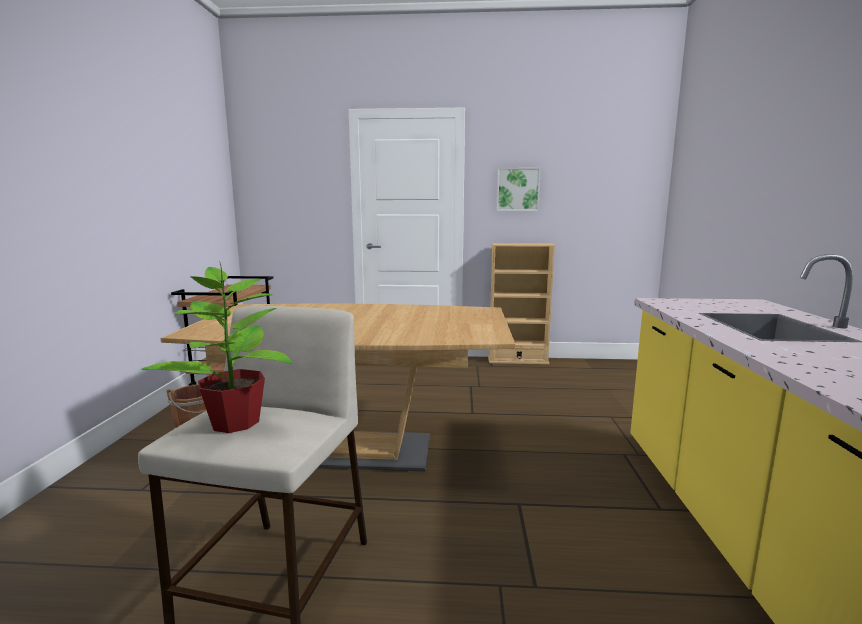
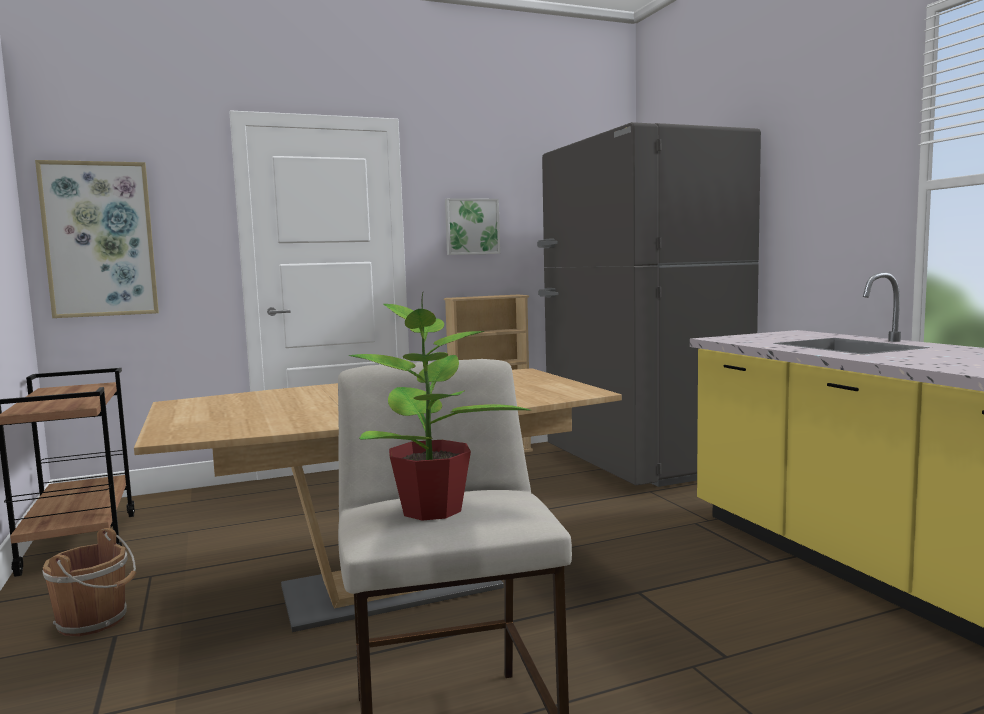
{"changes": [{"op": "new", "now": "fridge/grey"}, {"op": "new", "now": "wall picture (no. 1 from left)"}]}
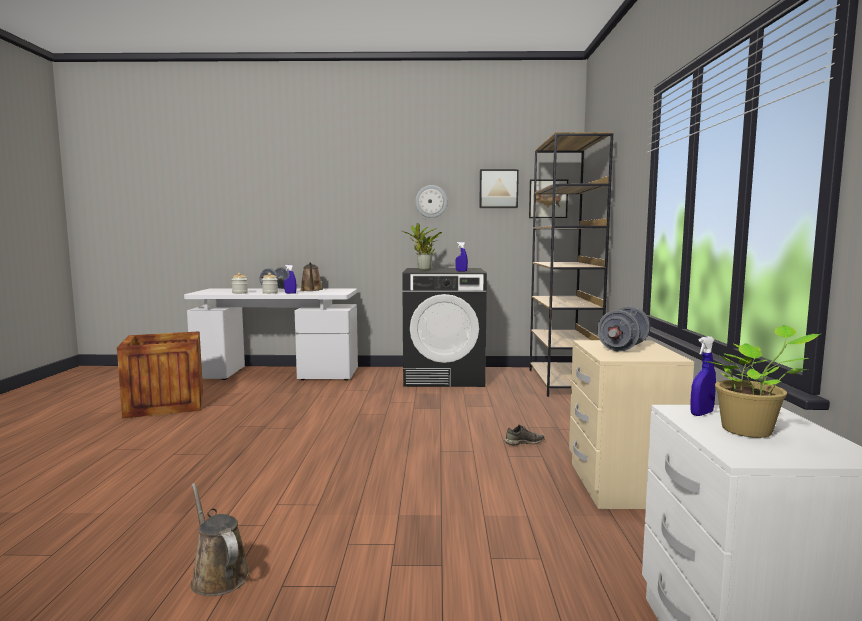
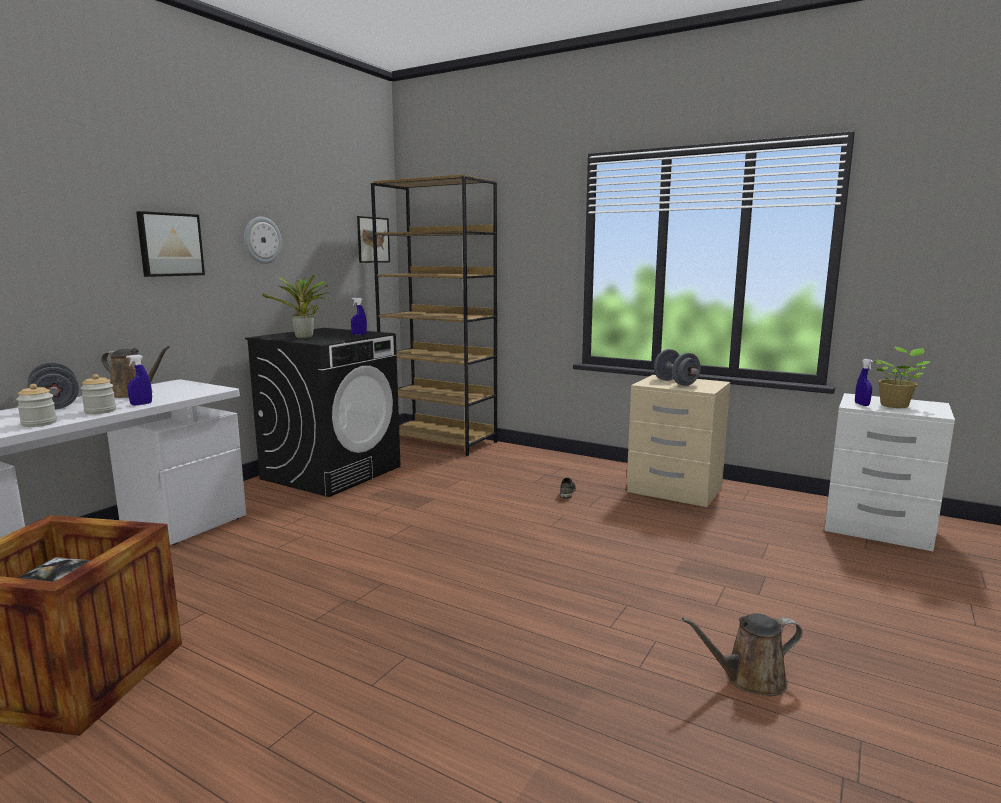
{"changes": [{"op": "shifted", "was": "wall picture (no. 1 from left)"}]}
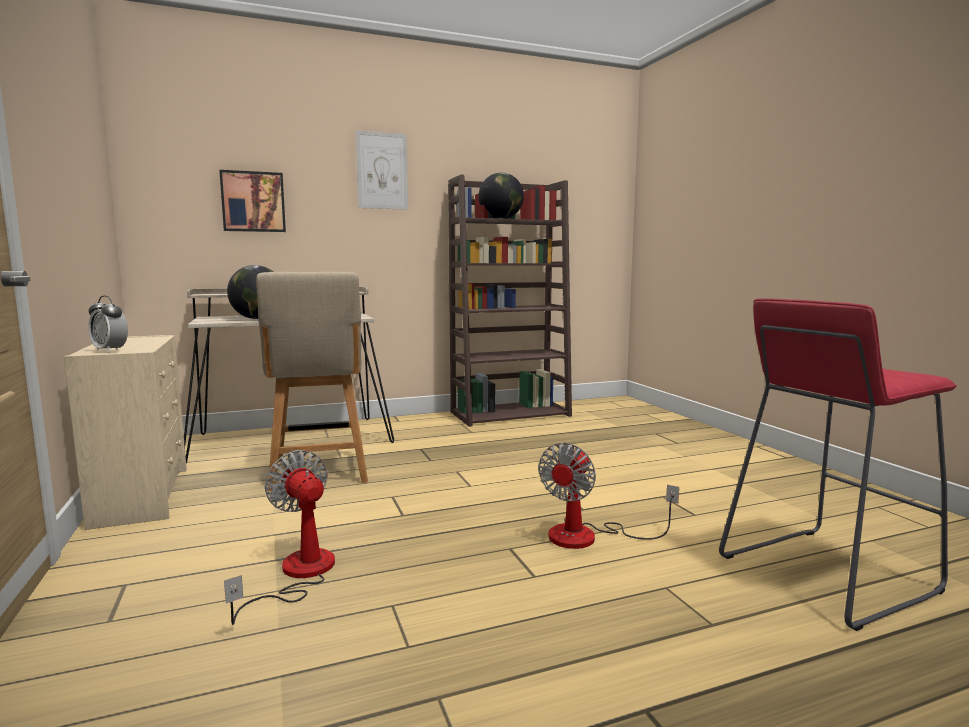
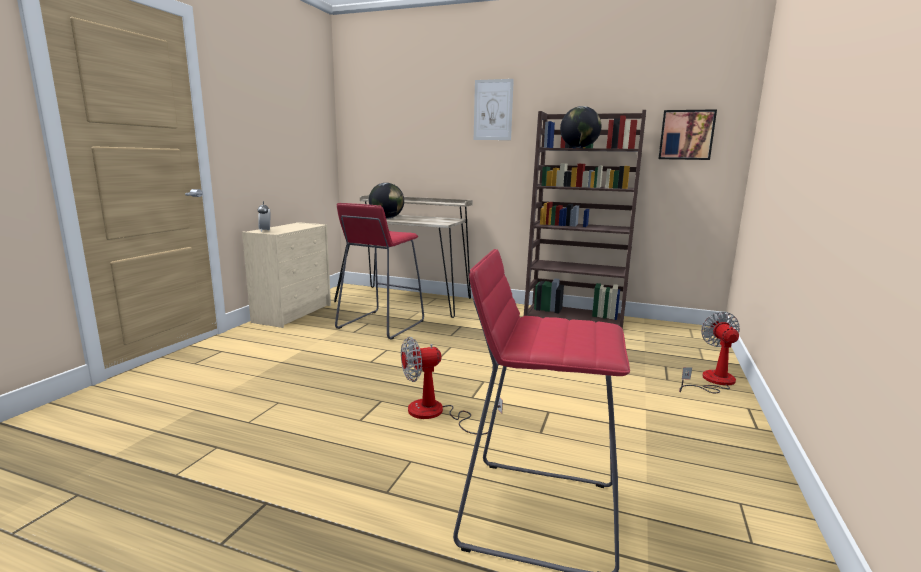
{"changes": [{"op": "shifted", "was": "wall picture (no. 1 from left in the first image)", "now": "wall picture (no. 2 from left)"}, {"op": "swapped", "was": "plain chair/sand-coloured", "now": "stool/reddish (no. 1 from left)"}, {"op": "shifted", "was": "cooling fan (no. 1 from left in the first image)", "now": "cooling fan (no. 2 from left)"}]}
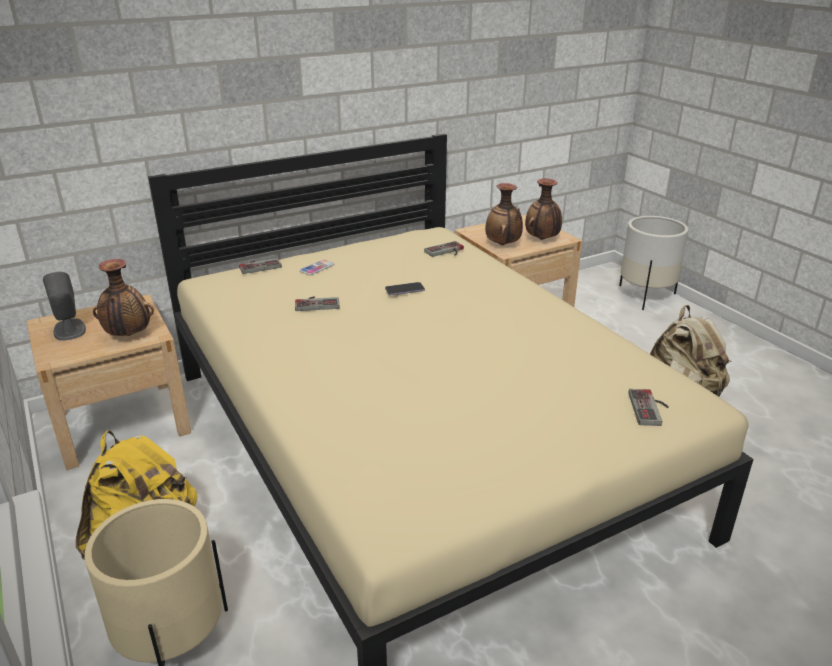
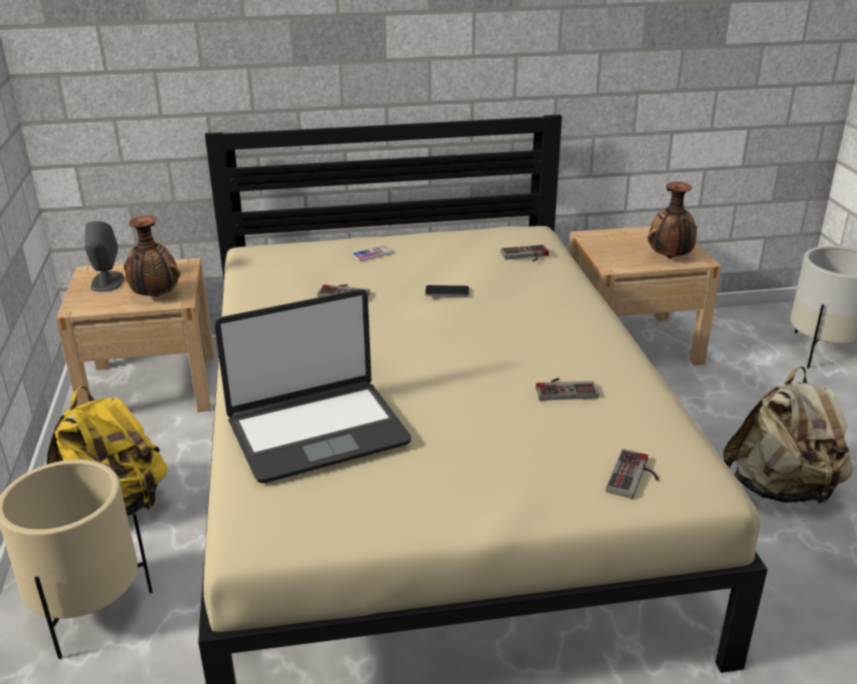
{"changes": [{"op": "gone", "was": "flower vase (no. 2 from left)"}, {"op": "shifted", "was": "game controller (no. 1 from left in the first image)", "now": "game controller (no. 3 from left)"}, {"op": "new", "now": "laptop"}]}
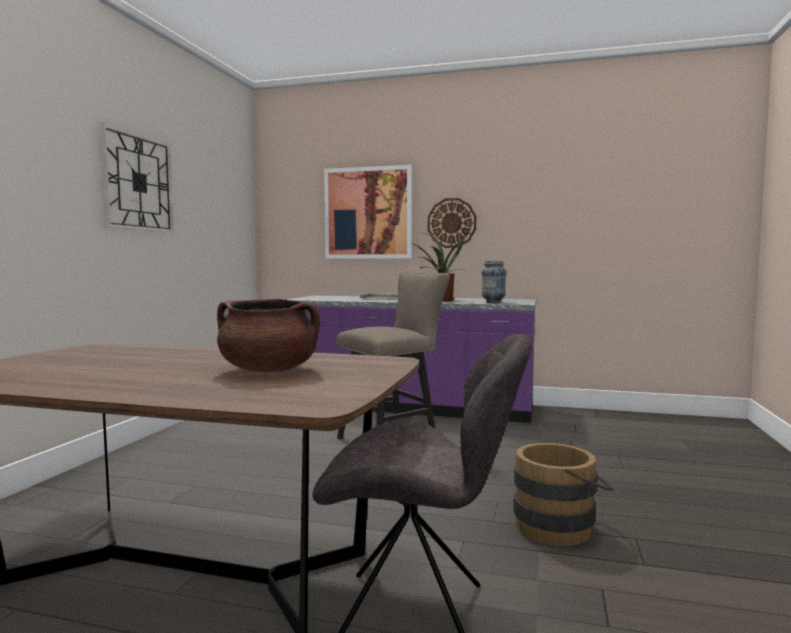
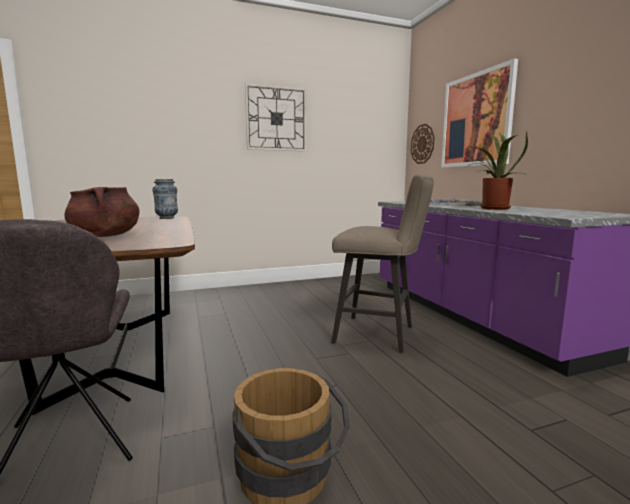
{"changes": [{"op": "shifted", "was": "wall clock (no. 2 from left)"}, {"op": "shifted", "was": "flower vase"}]}
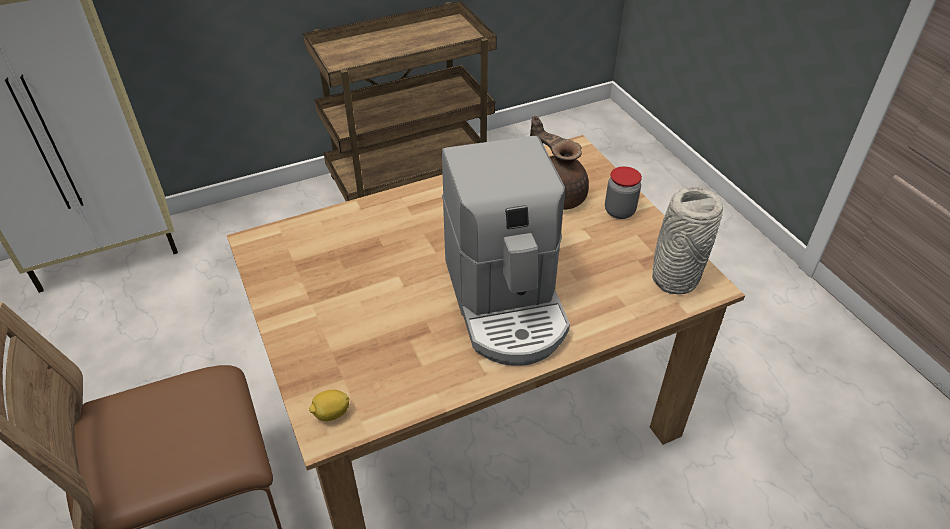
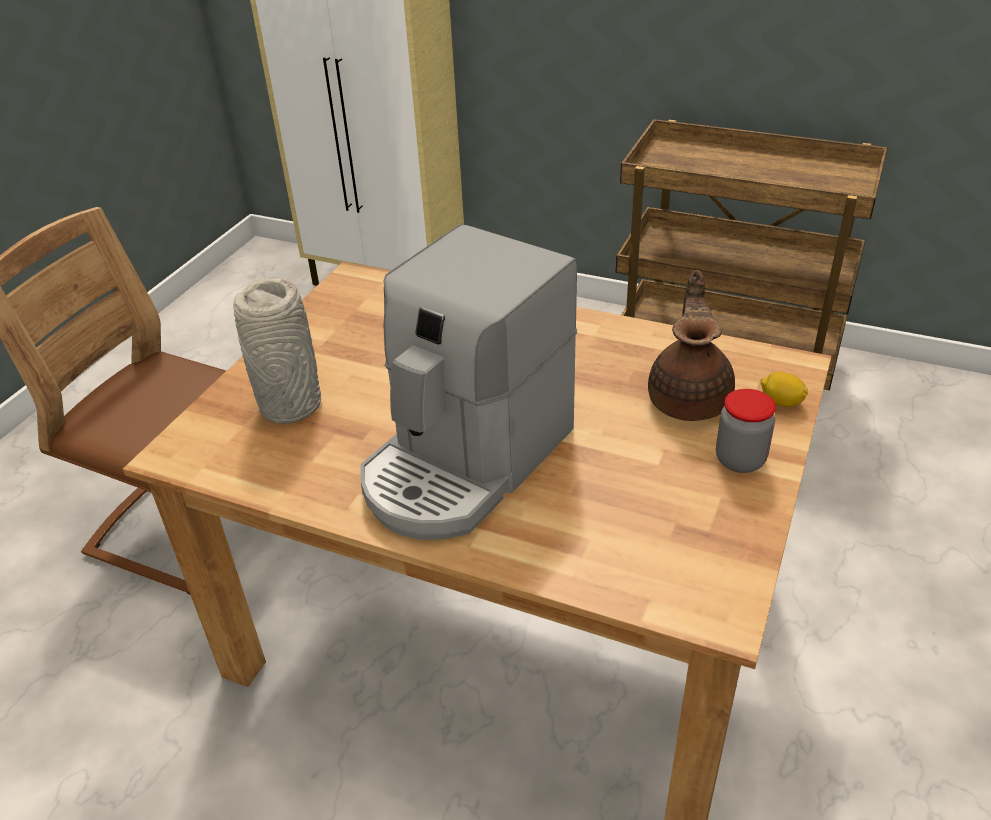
{"changes": [{"op": "shifted", "was": "flower vase/grey"}, {"op": "shifted", "was": "whole lemon"}]}
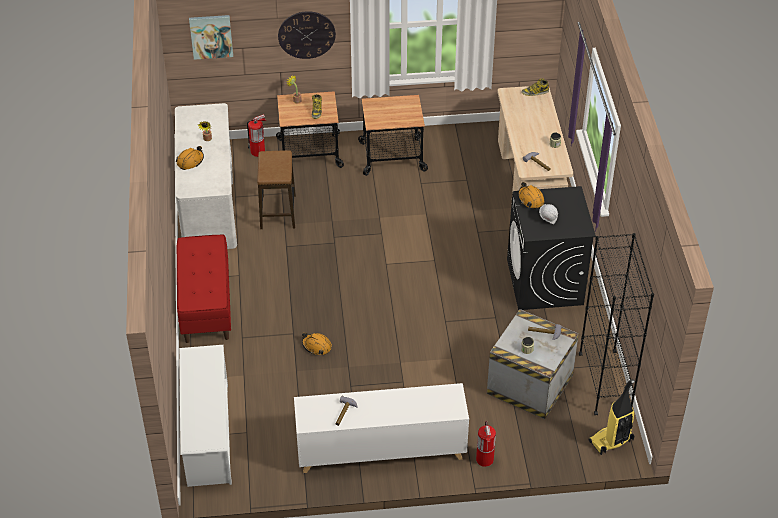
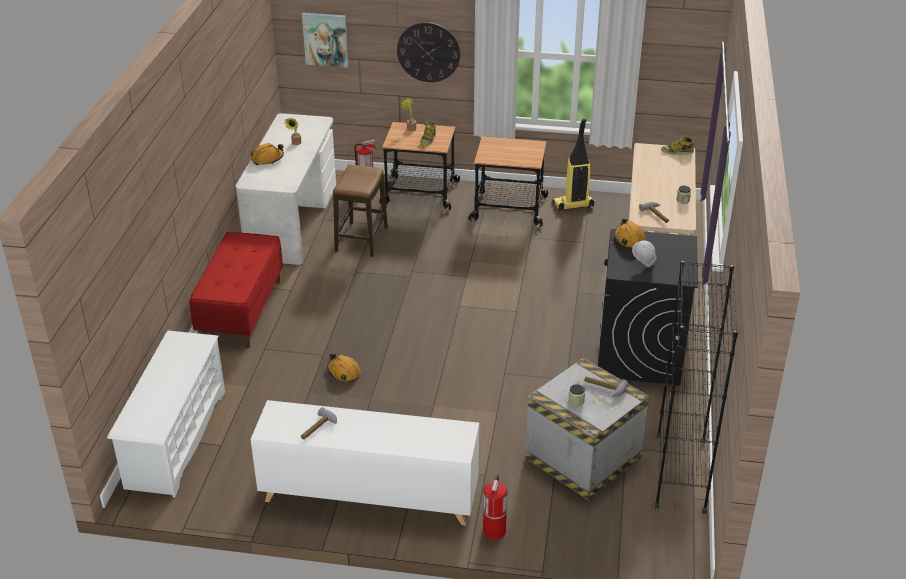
{"changes": [{"op": "shifted", "was": "vacuum cleaner"}]}
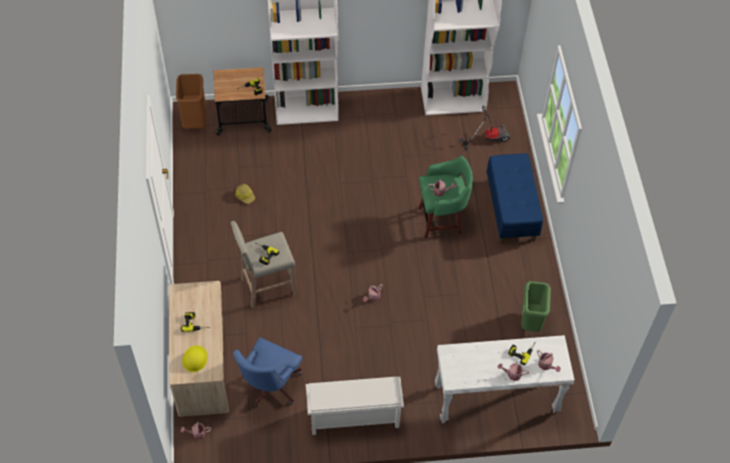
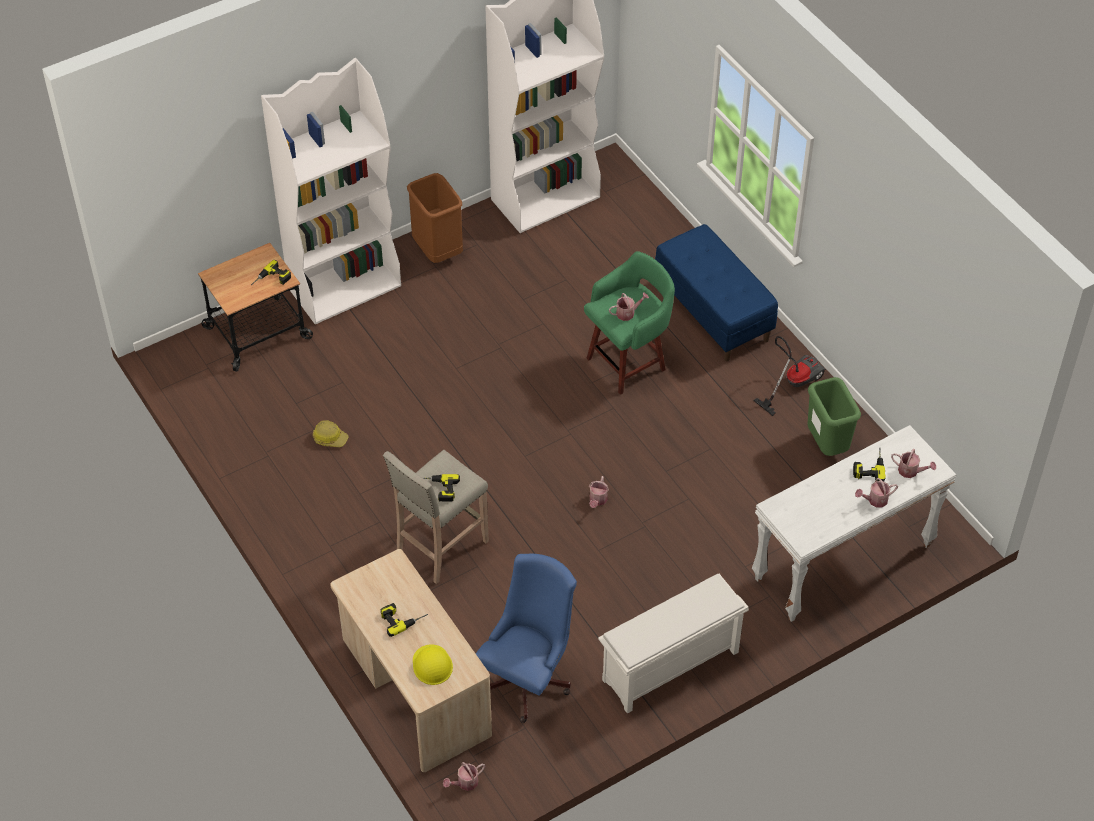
{"changes": [{"op": "shifted", "was": "waste bin/brown"}, {"op": "shifted", "was": "vacuum cleaner"}, {"op": "rotated", "was": "office chair/blue-coloured", "clockwise": -150}]}
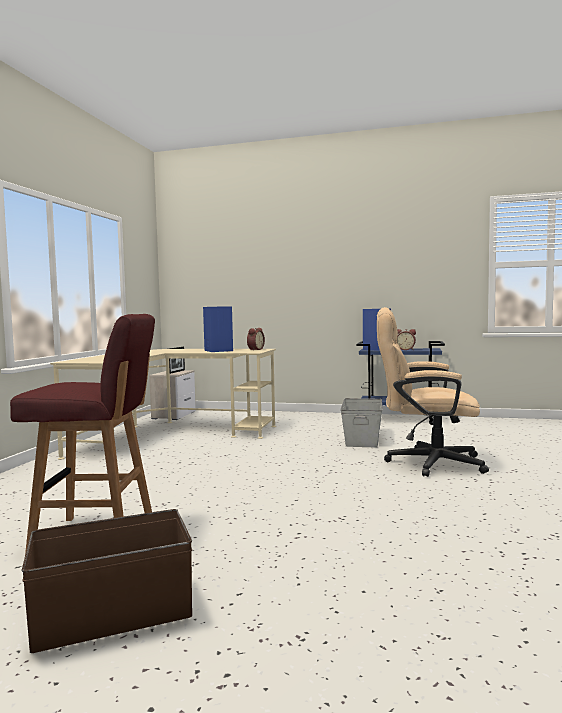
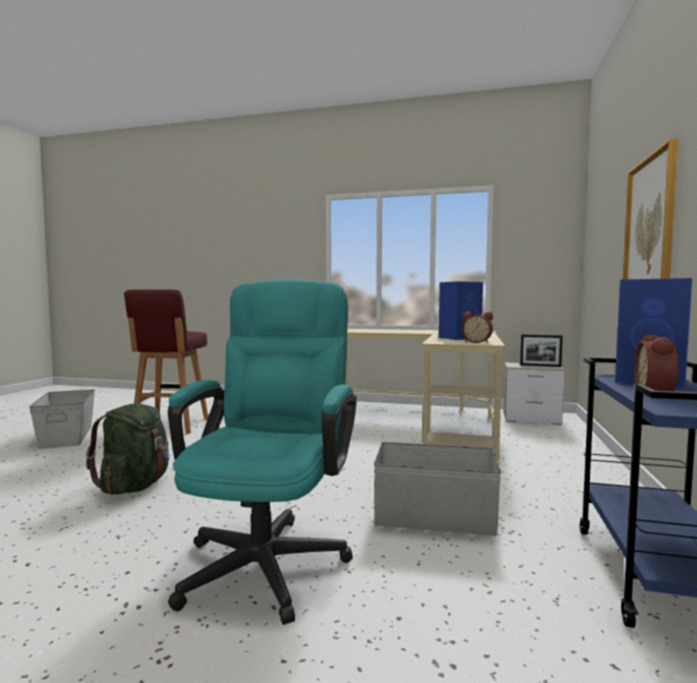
{"changes": [{"op": "repainted", "was": "office chair/sand-coloured", "now": "office chair/turquoise-coloured"}, {"op": "repainted", "was": "storage box/brown", "now": "storage box/grey (no. 1 from left)"}, {"op": "new", "now": "wall picture"}, {"op": "new", "now": "backpack/green-coloured"}]}
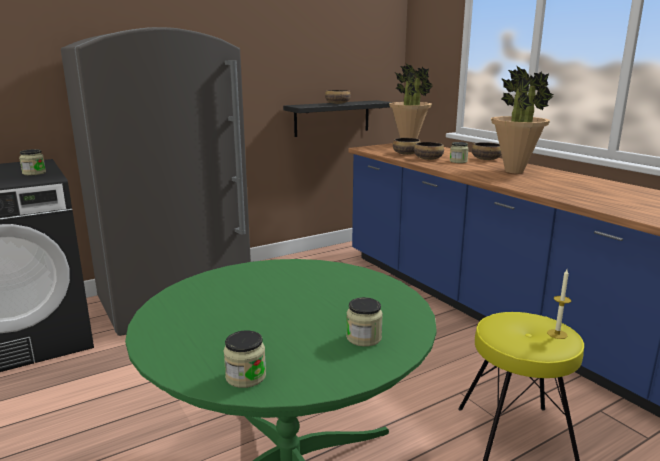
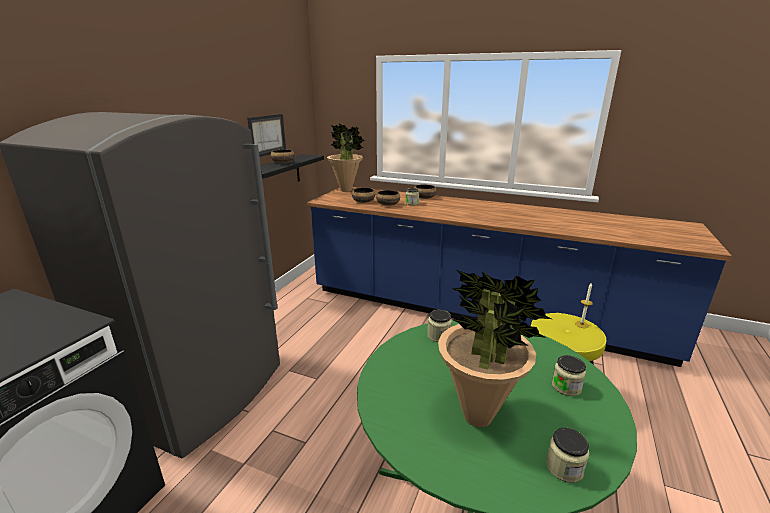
{"changes": [{"op": "shifted", "was": "potted plant (no. 2 from left)"}, {"op": "shifted", "was": "jar (no. 1 from left in the first image)", "now": "jar (no. 2 from left)"}, {"op": "new", "now": "wall picture"}]}
